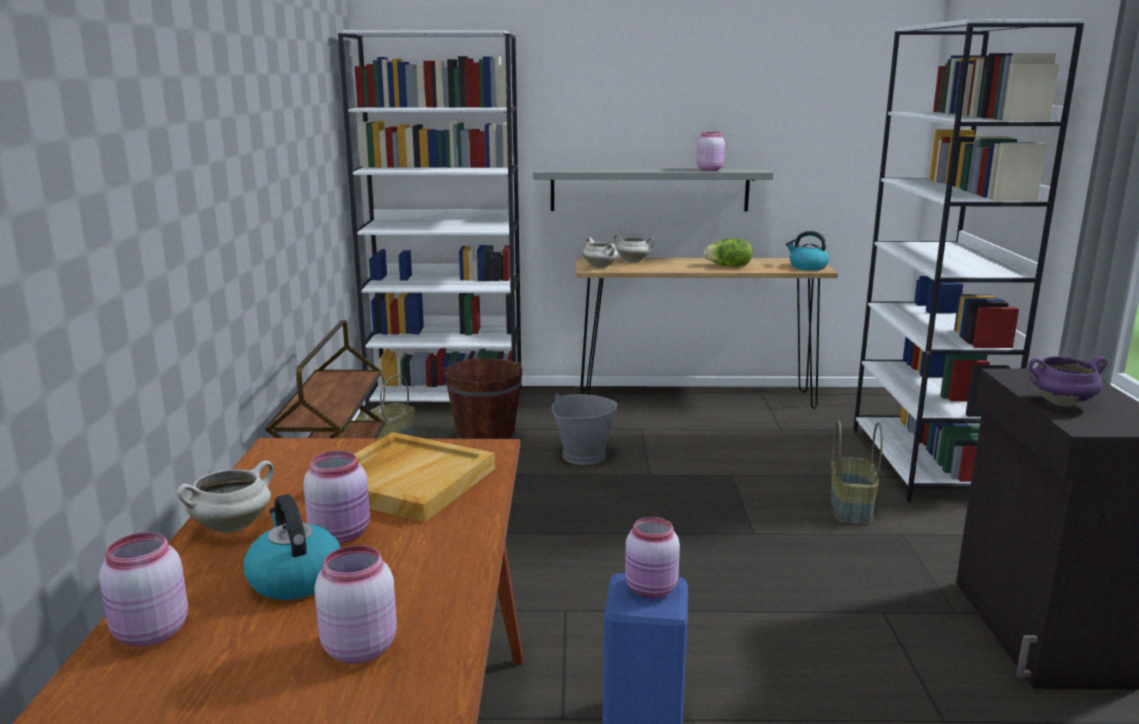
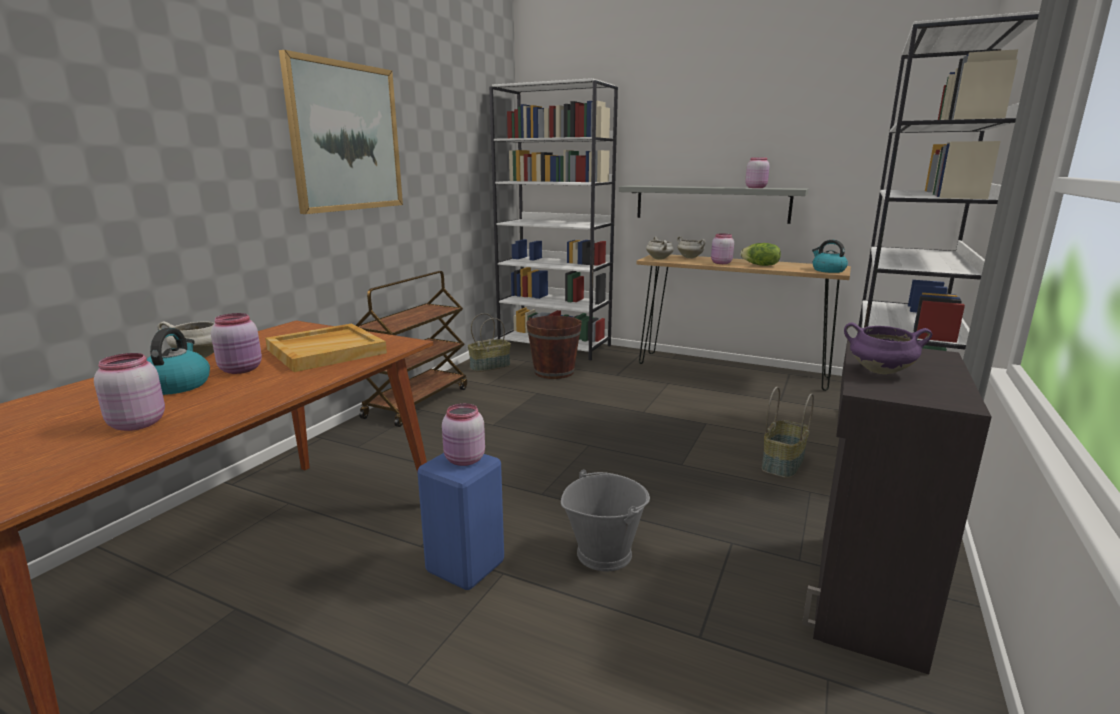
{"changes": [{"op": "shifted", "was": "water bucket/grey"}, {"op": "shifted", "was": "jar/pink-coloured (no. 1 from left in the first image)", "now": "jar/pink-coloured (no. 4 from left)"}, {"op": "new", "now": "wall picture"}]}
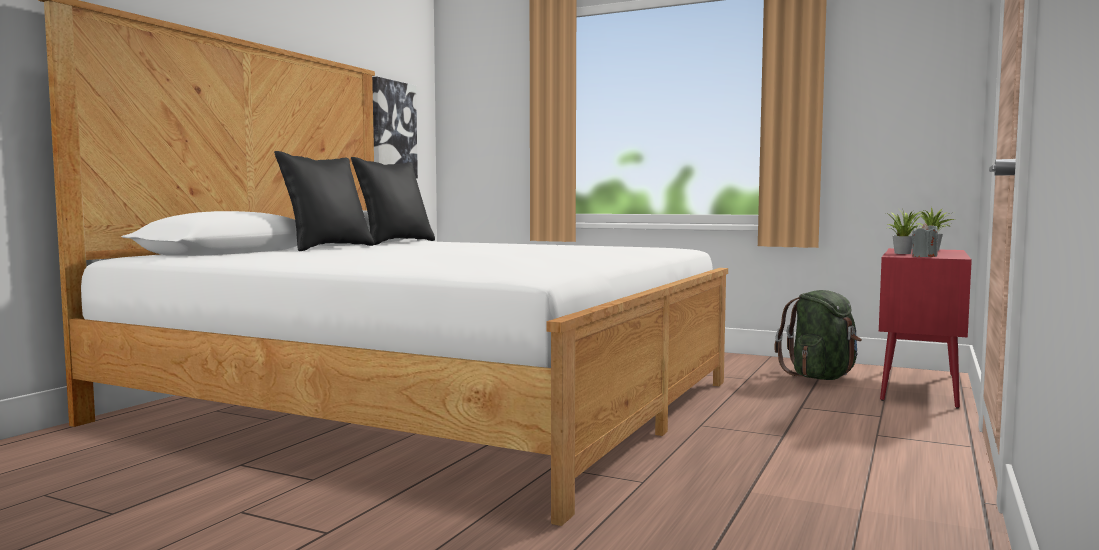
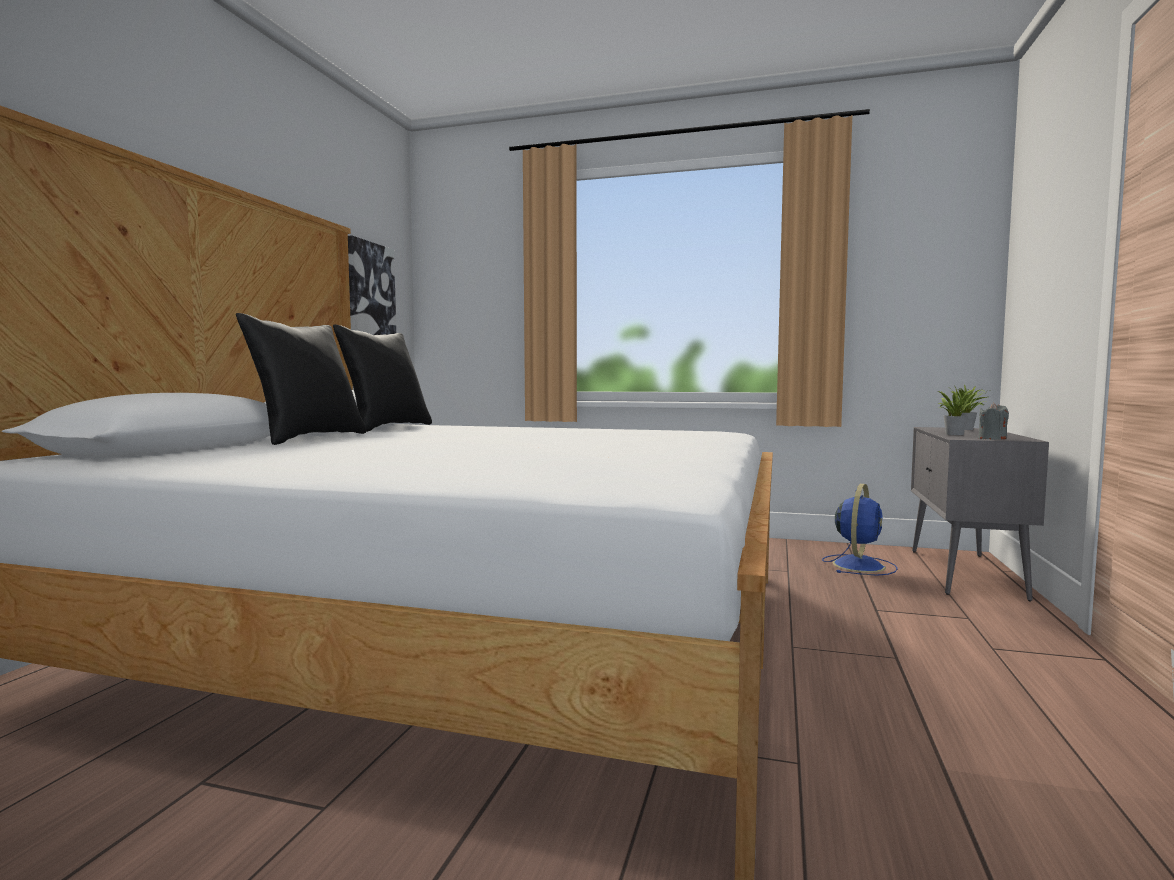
{"changes": [{"op": "repainted", "was": "storage cabinet/reddish", "now": "storage cabinet/grey"}, {"op": "swapped", "was": "backpack/green-coloured", "now": "cooling fan/blue-coloured"}]}
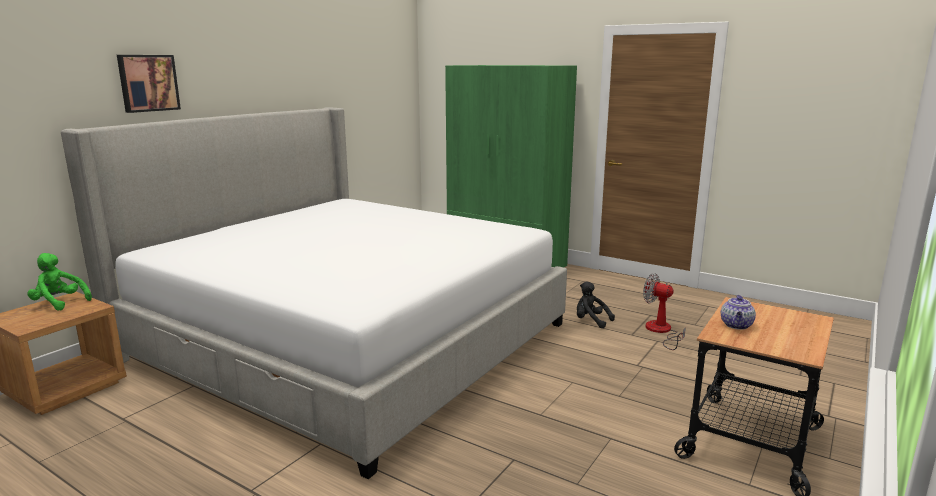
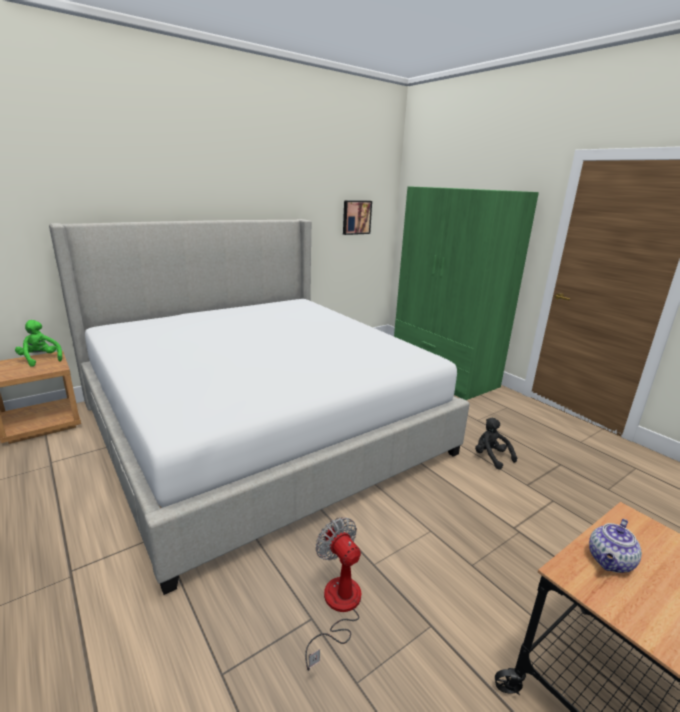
{"changes": [{"op": "shifted", "was": "wall picture"}, {"op": "shifted", "was": "cooling fan"}]}
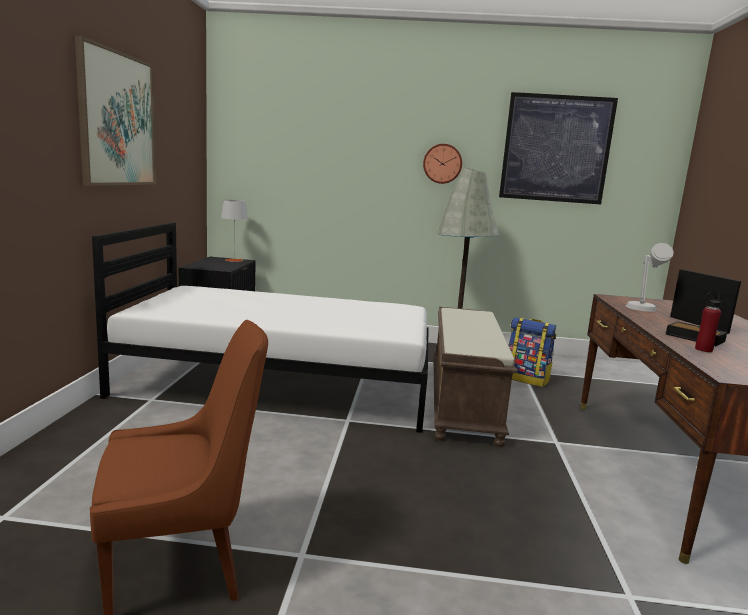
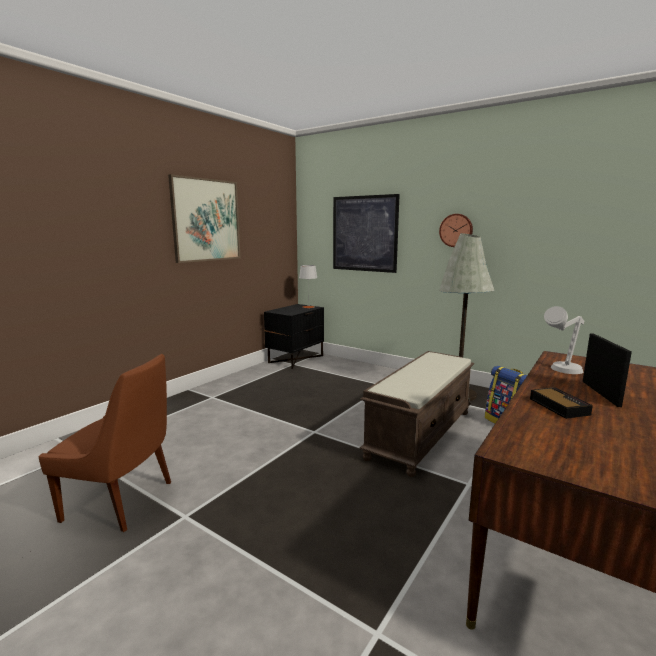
{"changes": [{"op": "shifted", "was": "wall picture (no. 2 from left)"}, {"op": "gone", "was": "bedroom bed/whitish"}, {"op": "gone", "was": "beverage bottle/reddish"}]}
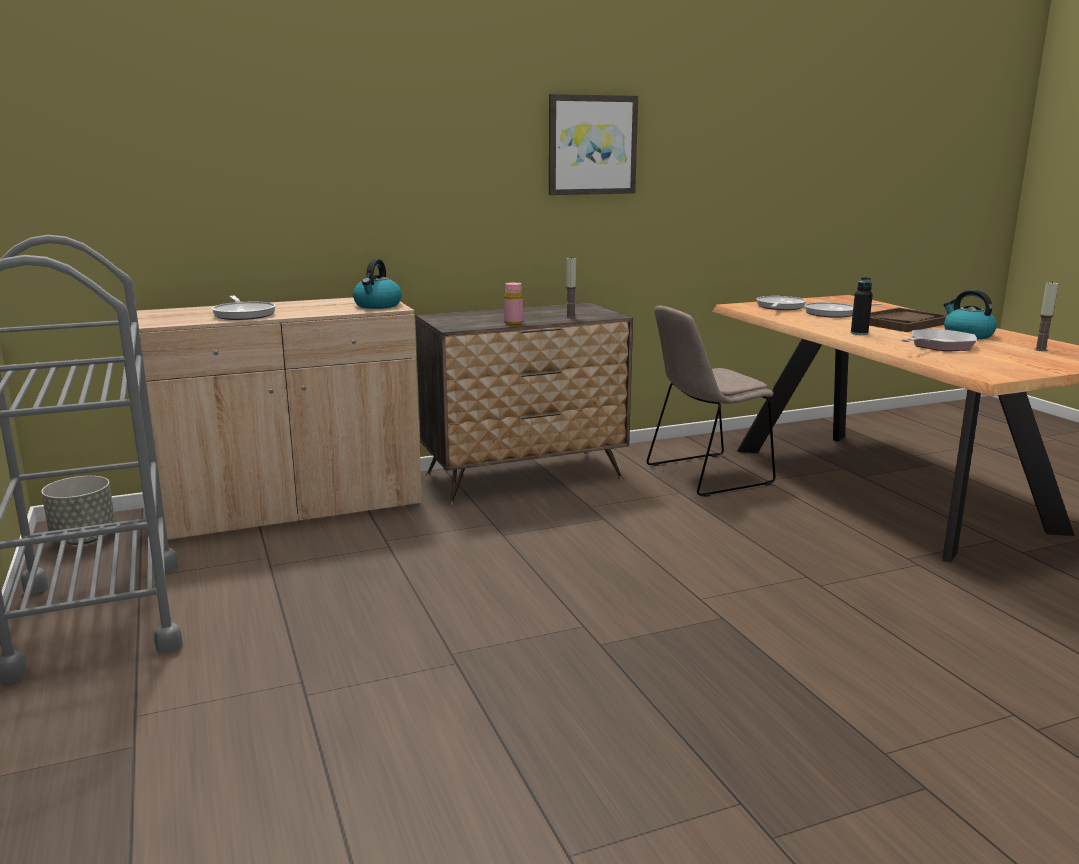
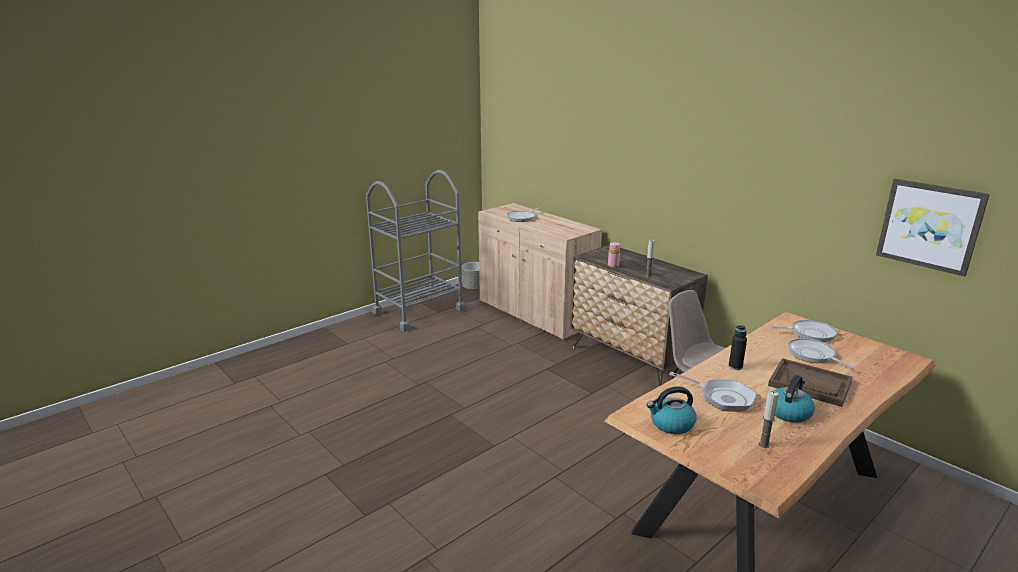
{"changes": [{"op": "shifted", "was": "wall picture"}, {"op": "shifted", "was": "water kettle (no. 1 from left)"}]}
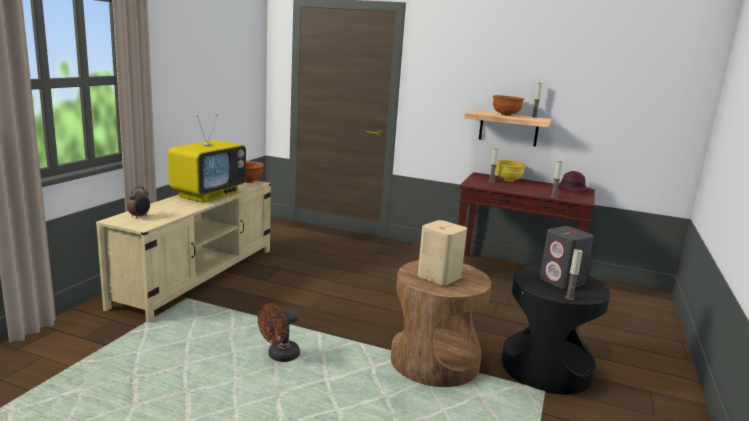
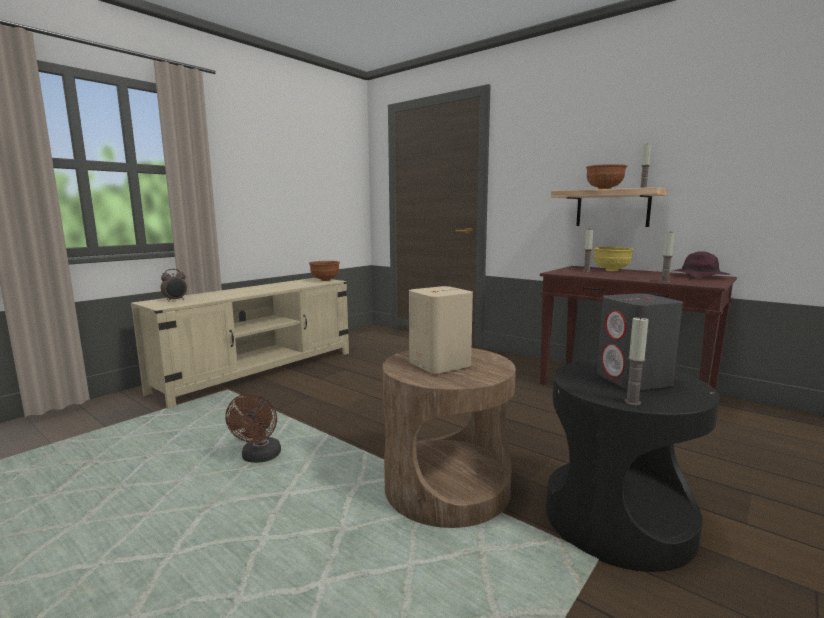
{"changes": [{"op": "gone", "was": "television"}, {"op": "rotated", "was": "cooling fan/brown", "clockwise": -60}]}
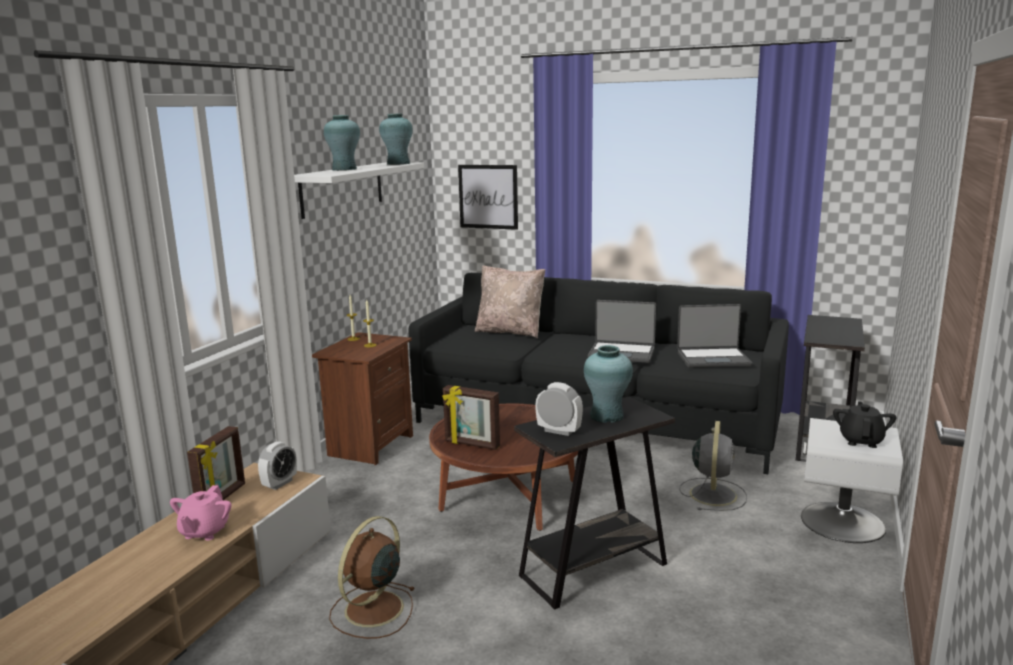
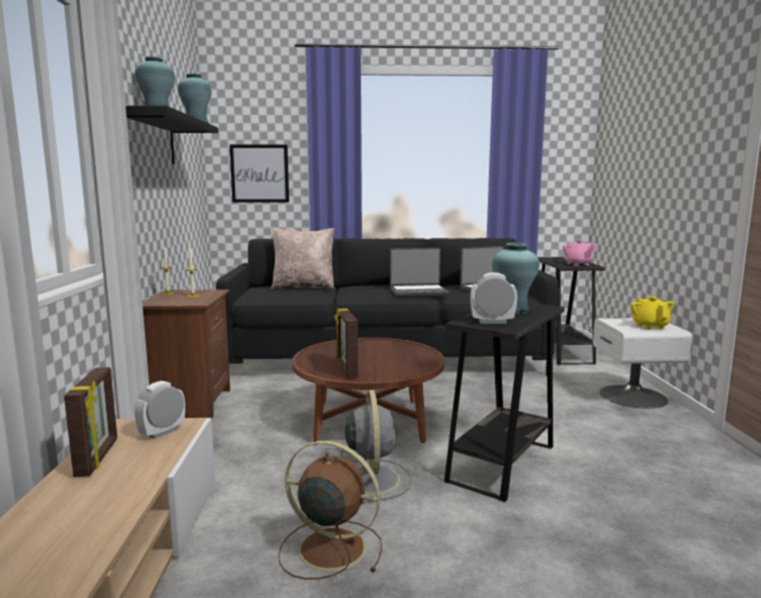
{"changes": [{"op": "repainted", "was": "bracket shelf/whitish", "now": "bracket shelf/black"}, {"op": "rotated", "was": "picture frame (no. 2 from left)", "clockwise": 75}, {"op": "repainted", "was": "tea pot/black", "now": "tea pot/yellowish"}, {"op": "shifted", "was": "cooling fan/grey"}, {"op": "rotated", "was": "table clock (no. 1 from left)", "clockwise": -150}, {"op": "shifted", "was": "tea pot/pink-coloured"}, {"op": "rotated", "was": "cooling fan/brown", "clockwise": 105}]}
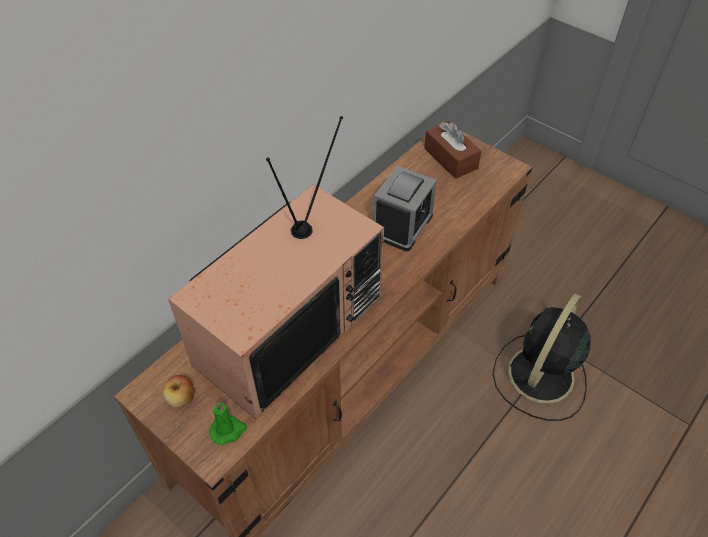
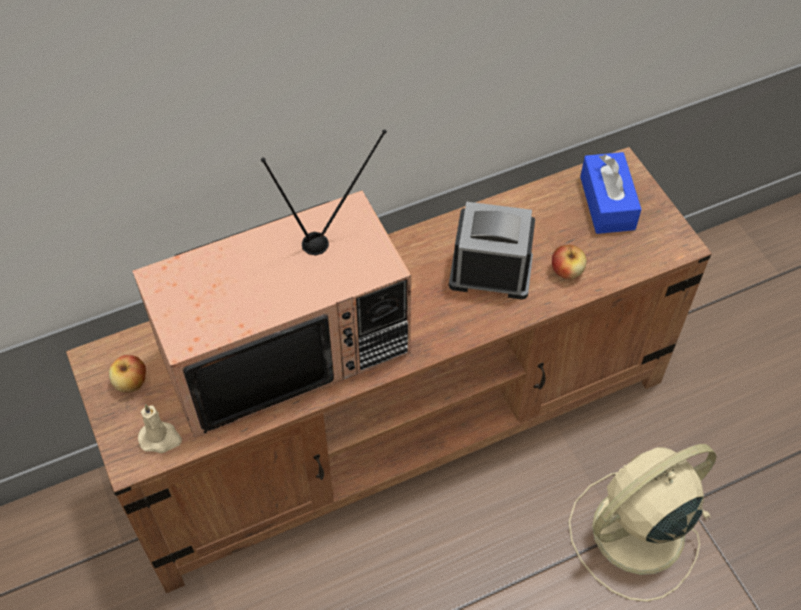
{"changes": [{"op": "repainted", "was": "box of tissues/brown", "now": "box of tissues/blue-coloured"}, {"op": "rotated", "was": "table clock", "clockwise": -135}, {"op": "repainted", "was": "cooling fan/black", "now": "cooling fan/sand-coloured"}, {"op": "repainted", "was": "candle/green-coloured", "now": "candle/sand-coloured"}, {"op": "new", "now": "apple (no. 2 from left)"}]}
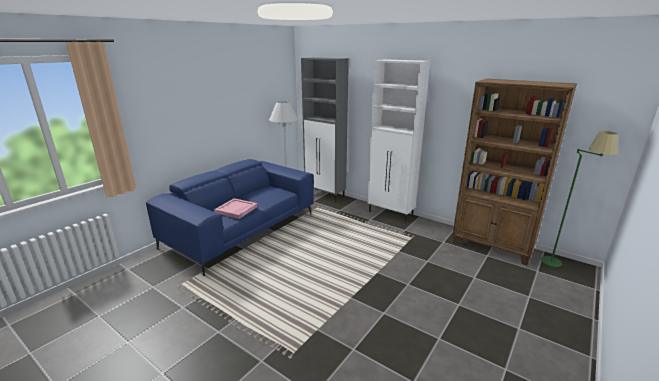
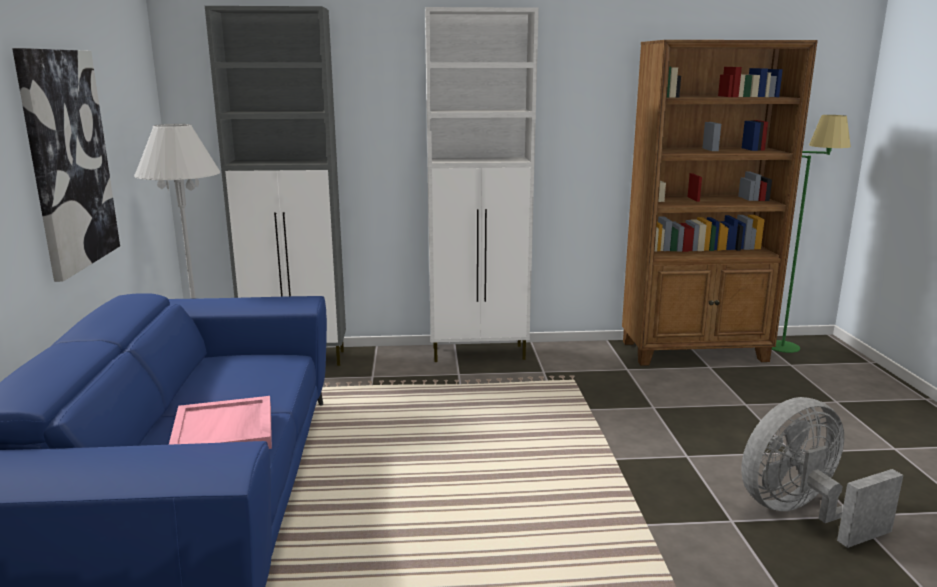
{"changes": [{"op": "new", "now": "wall picture"}, {"op": "new", "now": "cooling fan/grey"}]}
